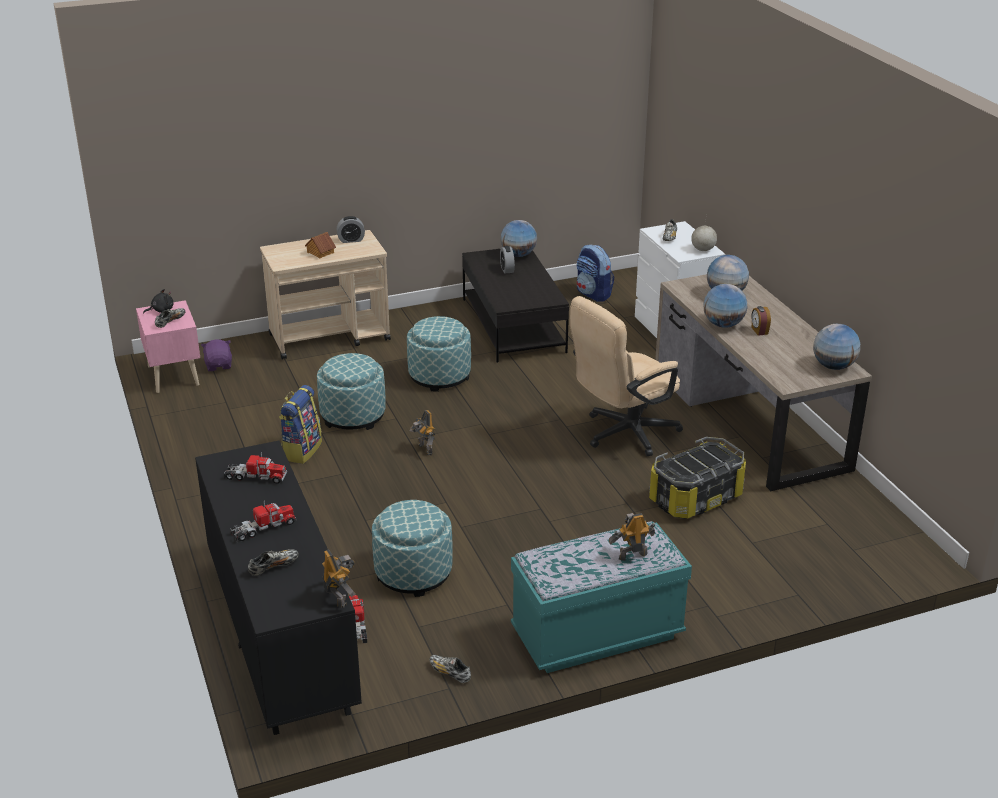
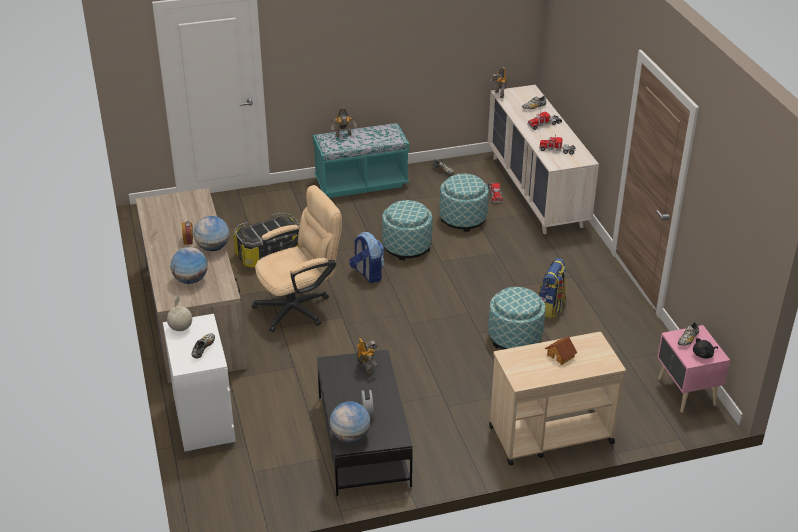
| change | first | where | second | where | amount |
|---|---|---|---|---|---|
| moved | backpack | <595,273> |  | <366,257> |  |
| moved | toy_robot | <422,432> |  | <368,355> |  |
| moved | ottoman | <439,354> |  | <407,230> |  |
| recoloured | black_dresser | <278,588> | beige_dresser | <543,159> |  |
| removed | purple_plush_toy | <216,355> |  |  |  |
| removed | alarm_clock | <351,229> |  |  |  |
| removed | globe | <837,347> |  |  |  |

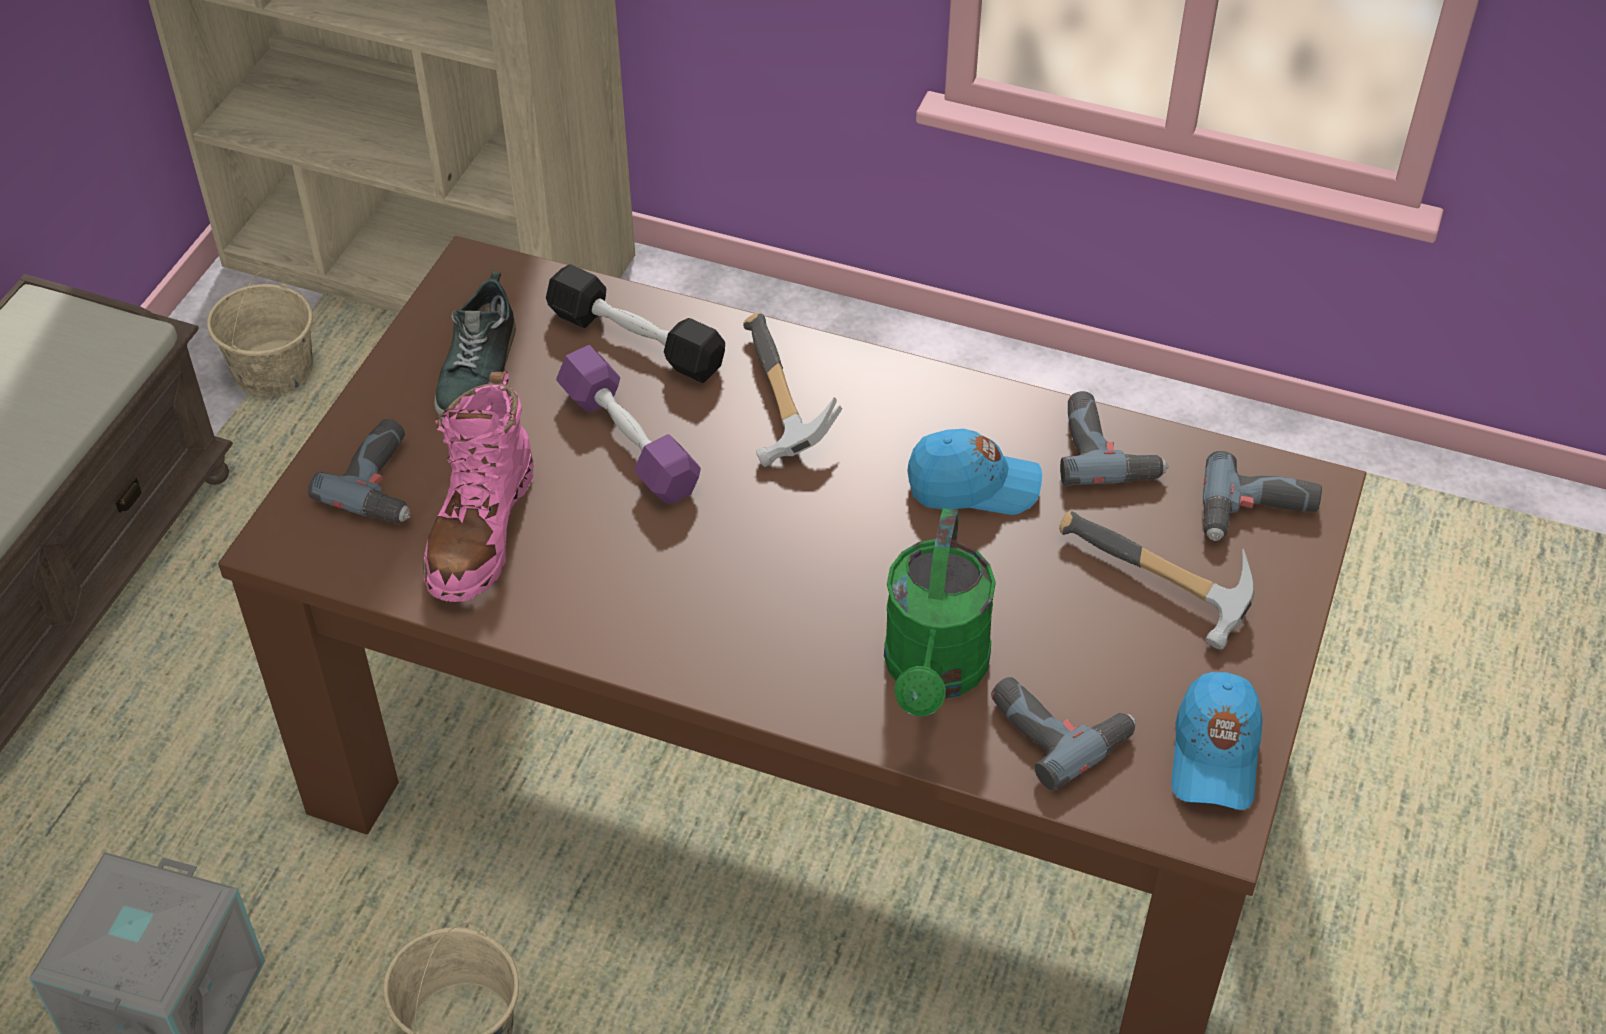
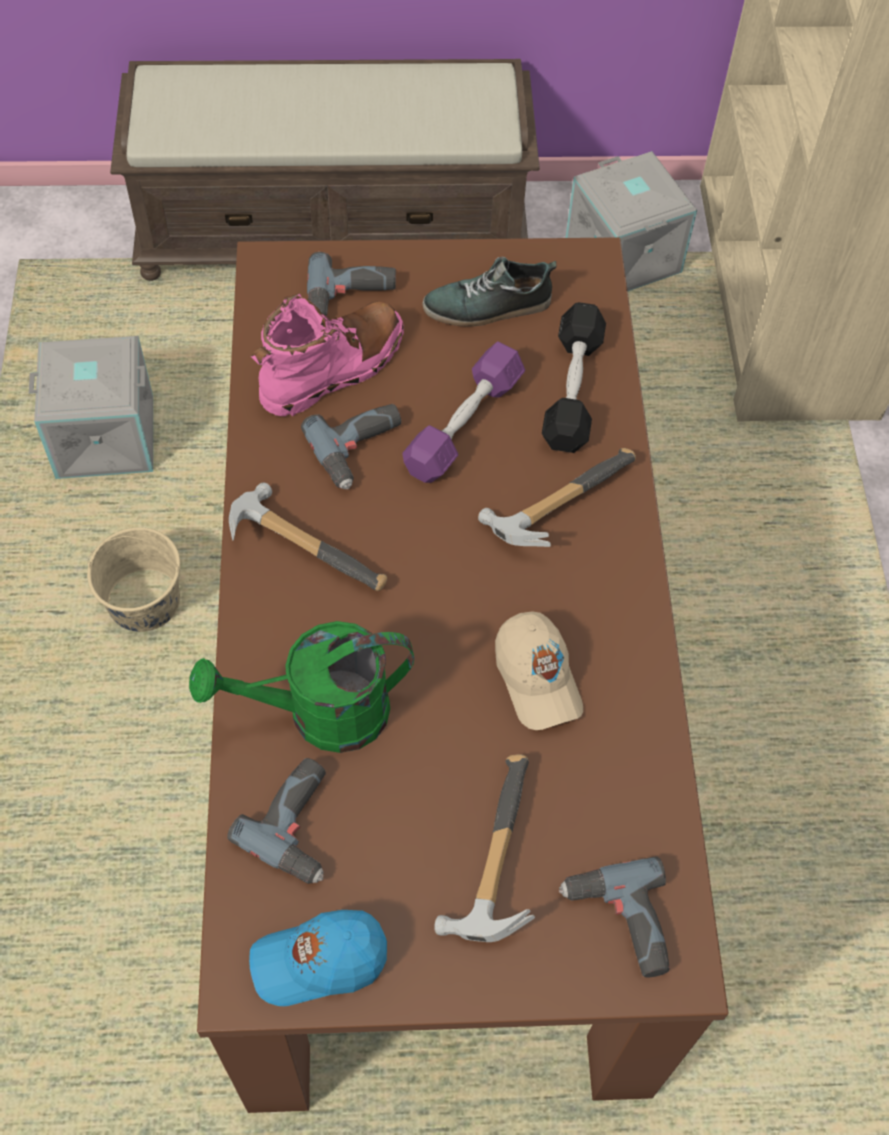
| change | first | where | second | where | amount |
|---|---|---|---|---|---|
| added |  |  | hammer | <308,536> |  |
| turned | pink_boot | <479,486> |  | <327,355> | 150 degrees clockwise |
| moved | power_drill | <1114,438> |  | <351,446> |  |
| recoloured | blue_cap | <974,472> | beige_cap | <539,670> |  |
| replaced | beige_bucket | <260,333> | grey_storage_box | <631,221> |  |

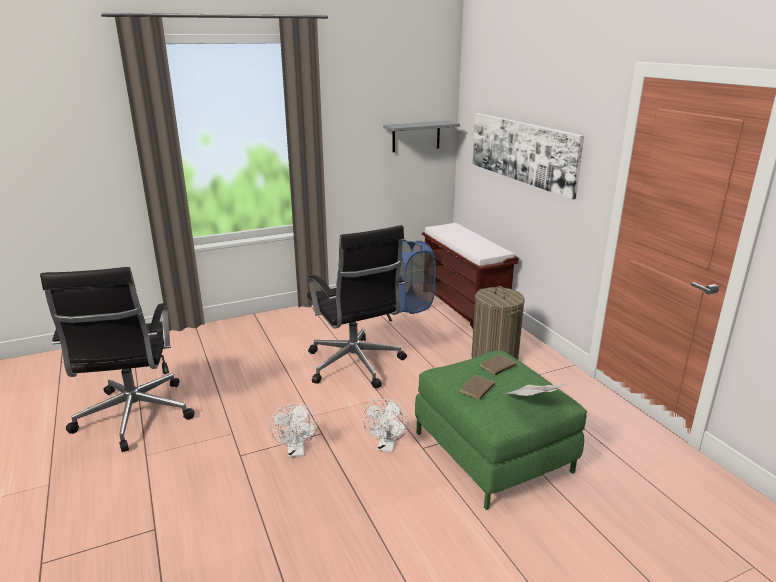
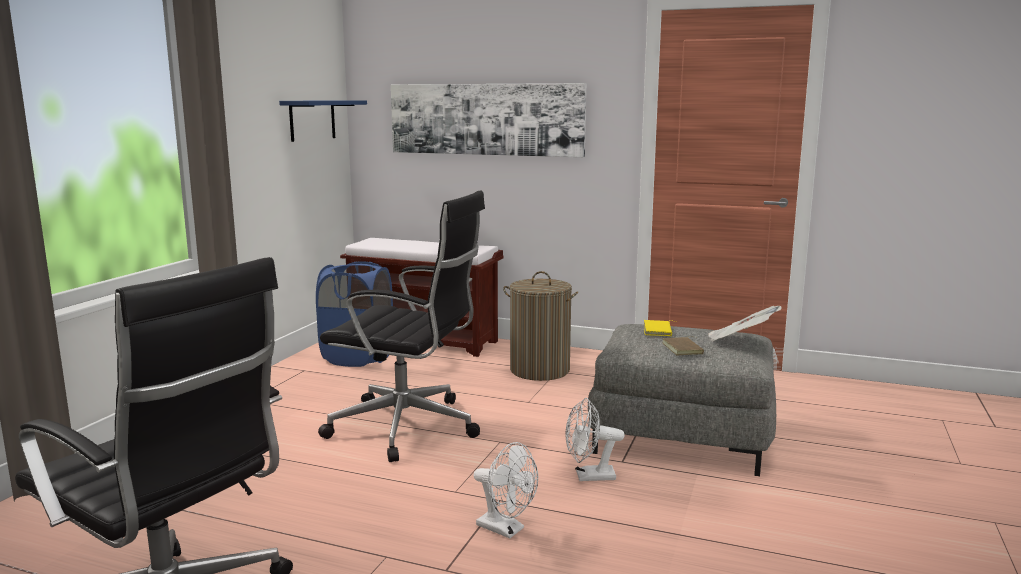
| change | first | where | second | where | amount |
|---|---|---|---|---|---|
| recoloured | grey_shelf | <421,136> | blue_shelf | <323,121> |  |
| turned | white_fan | <386,425> |  | <595,439> | 120 degrees clockwise |
| recoloured | green_ottoman | <501,430> | grey_ottoman | <682,400> |  |
| recoloured | brown_book | <500,364> | yellow_book | <661,328> |  |

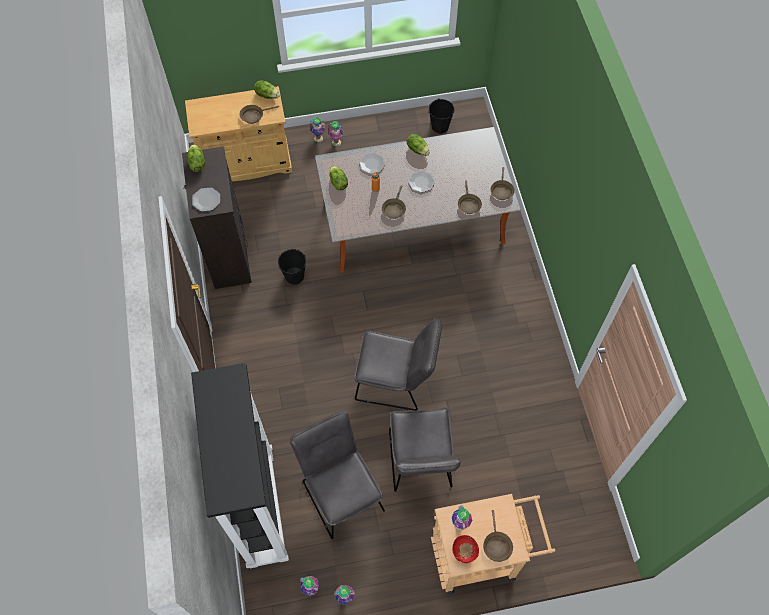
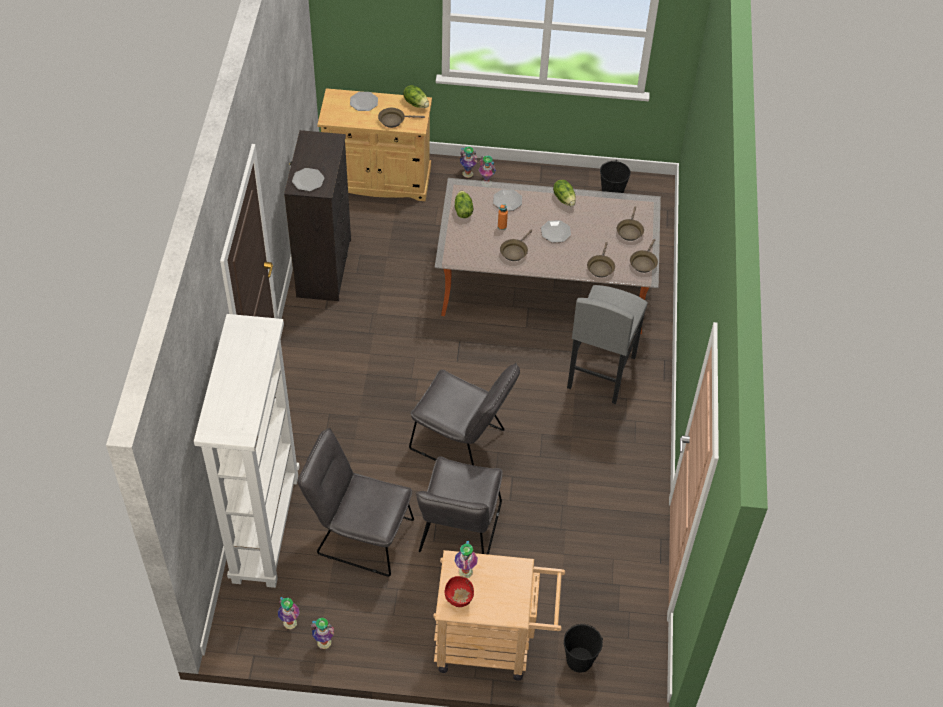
| change | first | where | second | where | amount |
|---|---|---|---|---|---|
| recoloured | black_bookcase | <240,465> | white_bookcase | <247,451> |  |
| turned | grey_chair | <337,475> |  | <356,502> | 60 degrees counterclockwise |
| added |  |  | plate | <364,101> |  |
| moved | black_bucket | <292,266> |  | <583,648> |  |
| added |  |  | grey_stool | <607,344> |  |
| moved | brown_frying_pan | <498,536> |  | <630,224> |  |
| removed | lettuce | <196,158> |  |  |  |

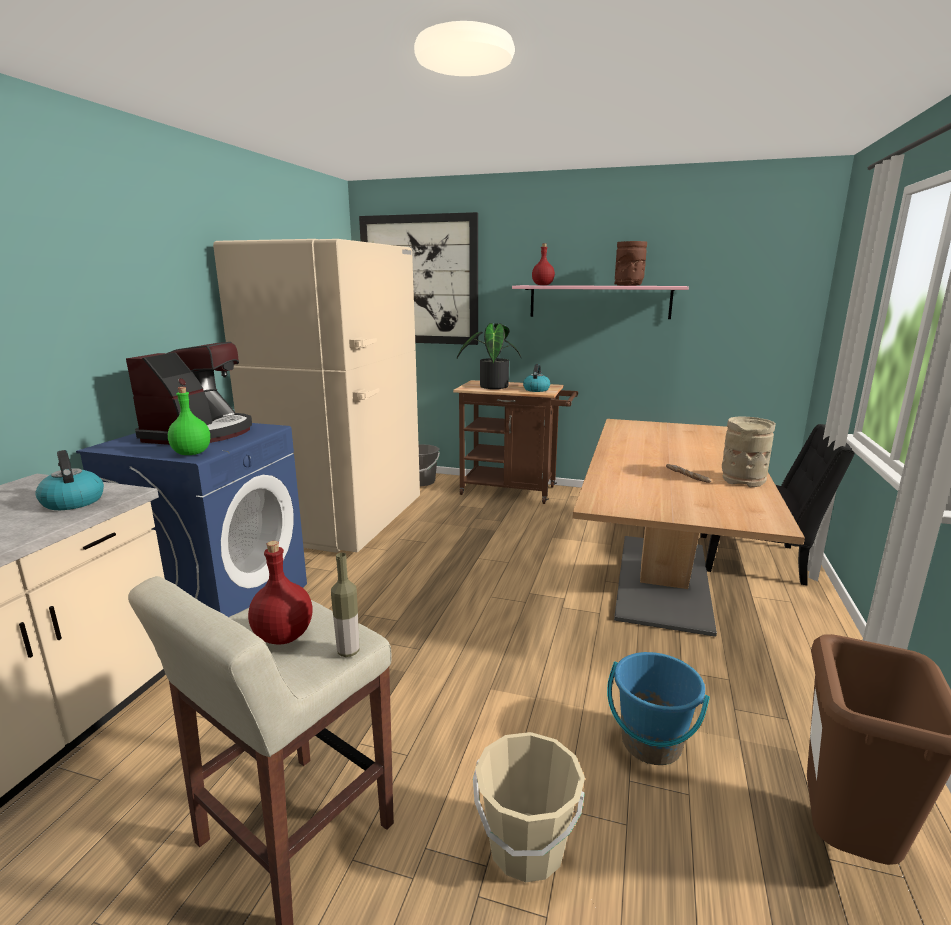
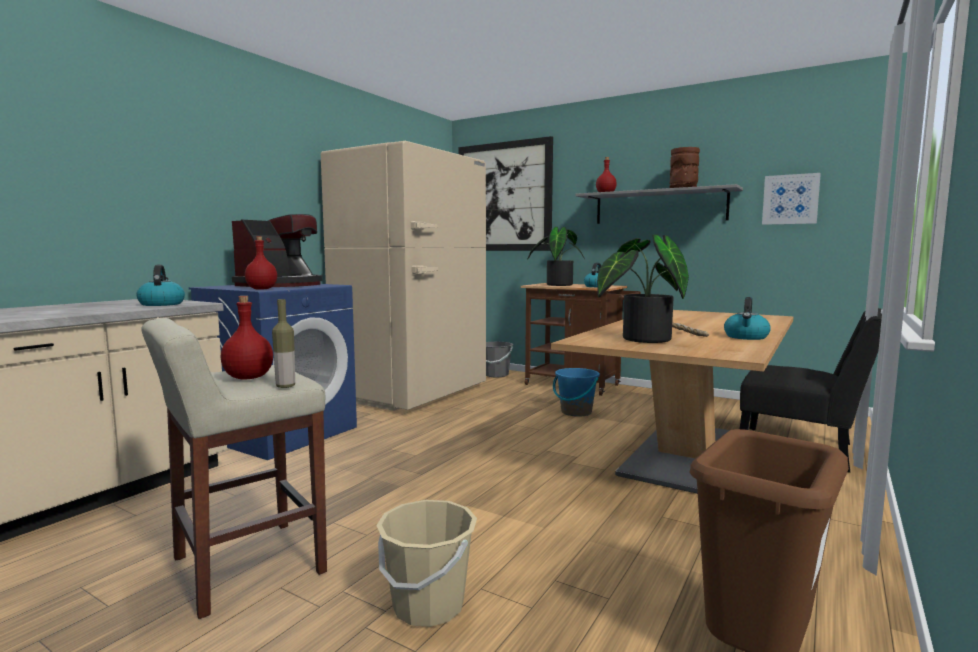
| change | first | where | second | where | amount |
|---|---|---|---|---|---|
| recoloured | green_bottle | <189,421> | red_bottle | <261,263> |  |
| moved | blue_bucket | <658,708> |  | <576,392> |  |
| recoloured | pink_shelf | <600,302> | grey_shelf | <659,204> |  |
| added |  |  | potted_plant | <643,289> |  |
| replaced | beige_vase | <749,452> | kettle | <747,318> |  |
| added |  |  | picture | <791,199> |  |

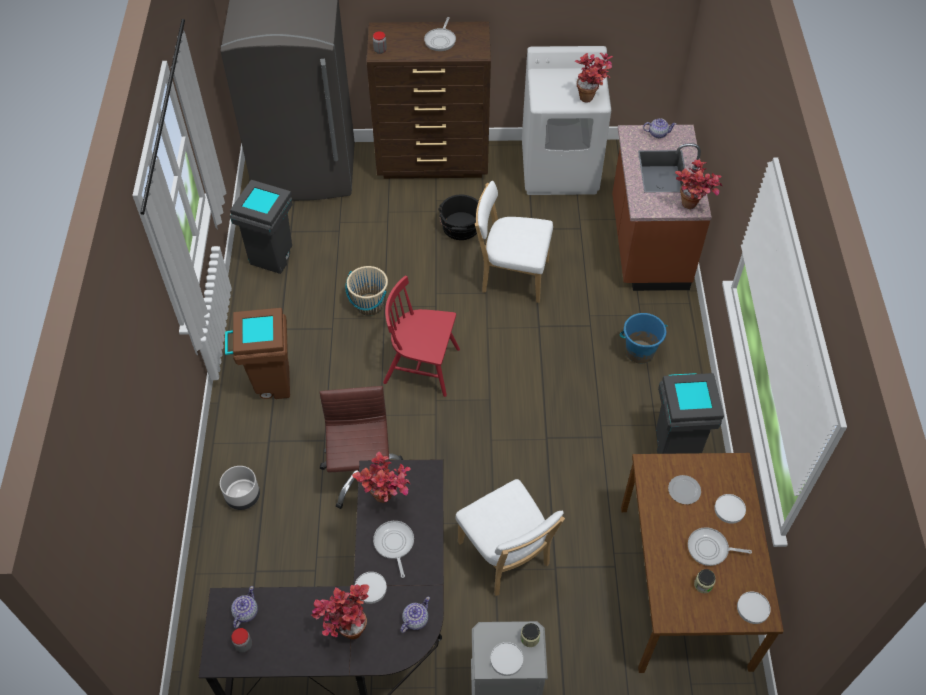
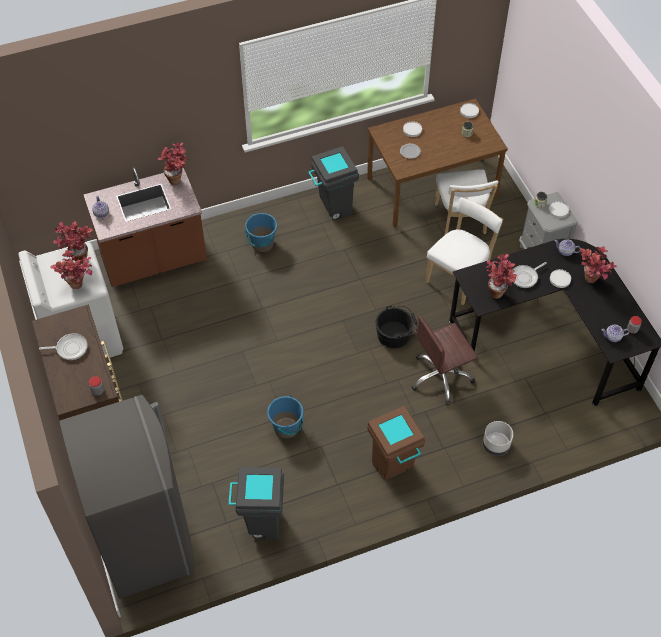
| change | first | where | second | where | amount |
|---|---|---|---|---|---|
| added |  |  | potted_plant | <71,269> |  |
| recoloured | beige_bucket | <367,291> | blue_bucket | <285,417> |  |
| moved | black_bucket | <458,217> |  | <396,327> |  |
| moved | white_chair | <514,242> |  | <467,202> |  |
| removed | red_chair | <421,336> |  |  |  |
| removed | frying_pan | <720,546> |  |  |  |

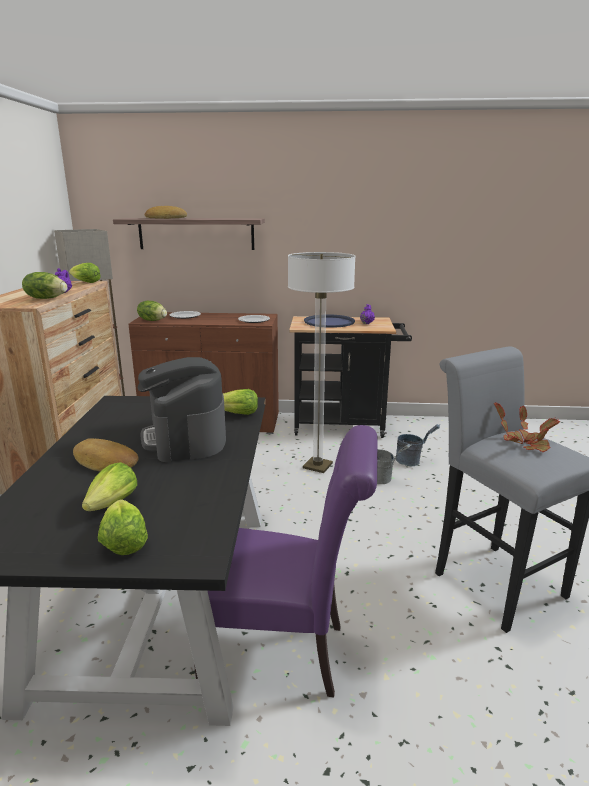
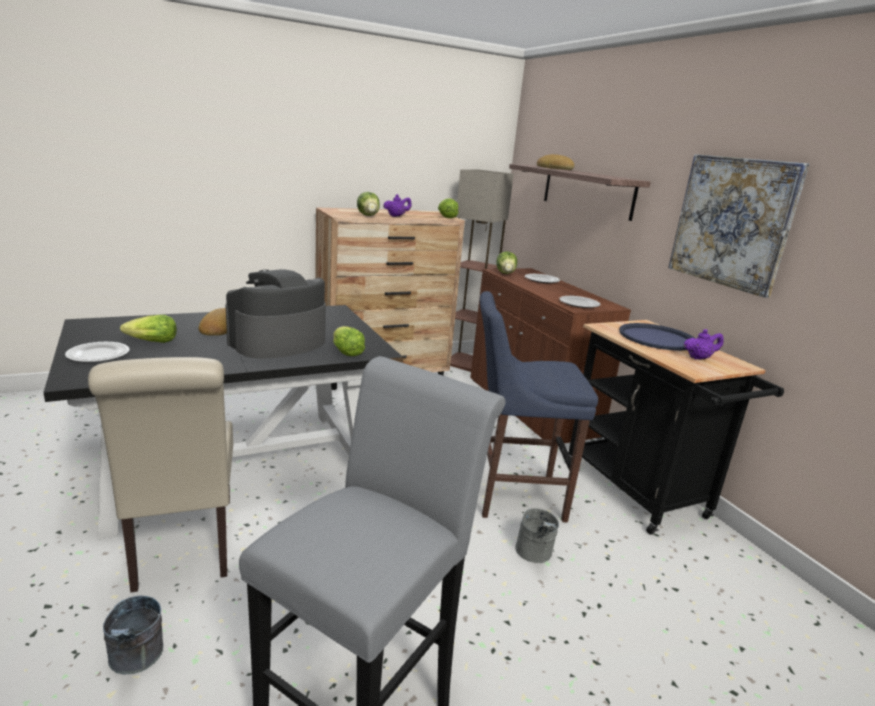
| change | first | where | second | where | amount |
|---|---|---|---|---|---|
| replaced | lettuce | <123,527> | plate | <97,352> |  |
| recoloured | purple_chair | <286,561> | beige_chair | <160,475> |  |
| moved | grey_bucket | <418,445> |  | <133,635> |  |
| replaced | floor_lamp | <322,362> | blue_stool | <539,407> |  |
| added |  |  | picture | <738,226> |  |
| removed | potted_plant | <527,427> |  |  |  |

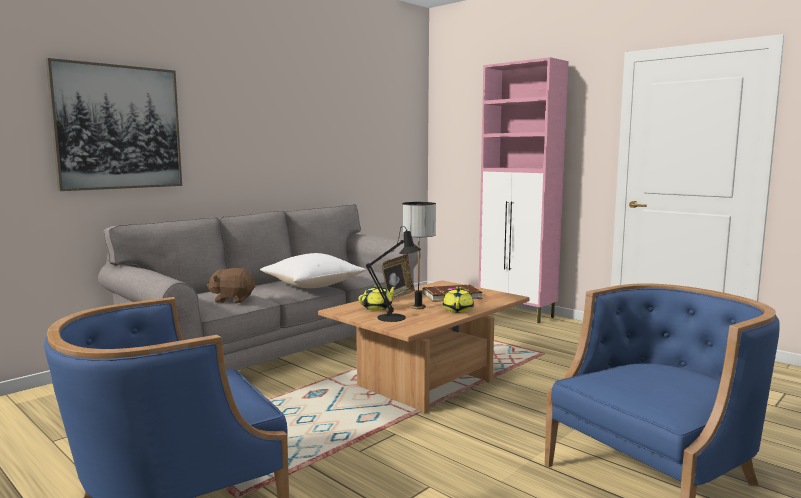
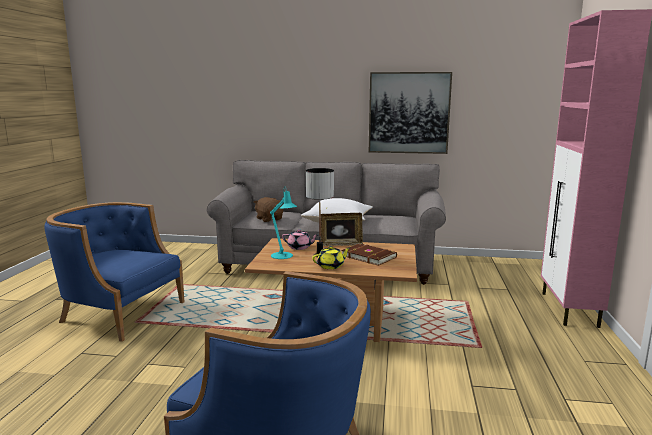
| change | first | where | second | where | amount |
|---|---|---|---|---|---|
| recoloured | black_table_lamp | <393,274> | turquoise_table_lamp | <283,223> |  |
| recoloured | yellow_teapot | <377,298> | pink_teapot | <300,239> |  |
| moved | picture | <114,124> |  | <410,113> |  |

